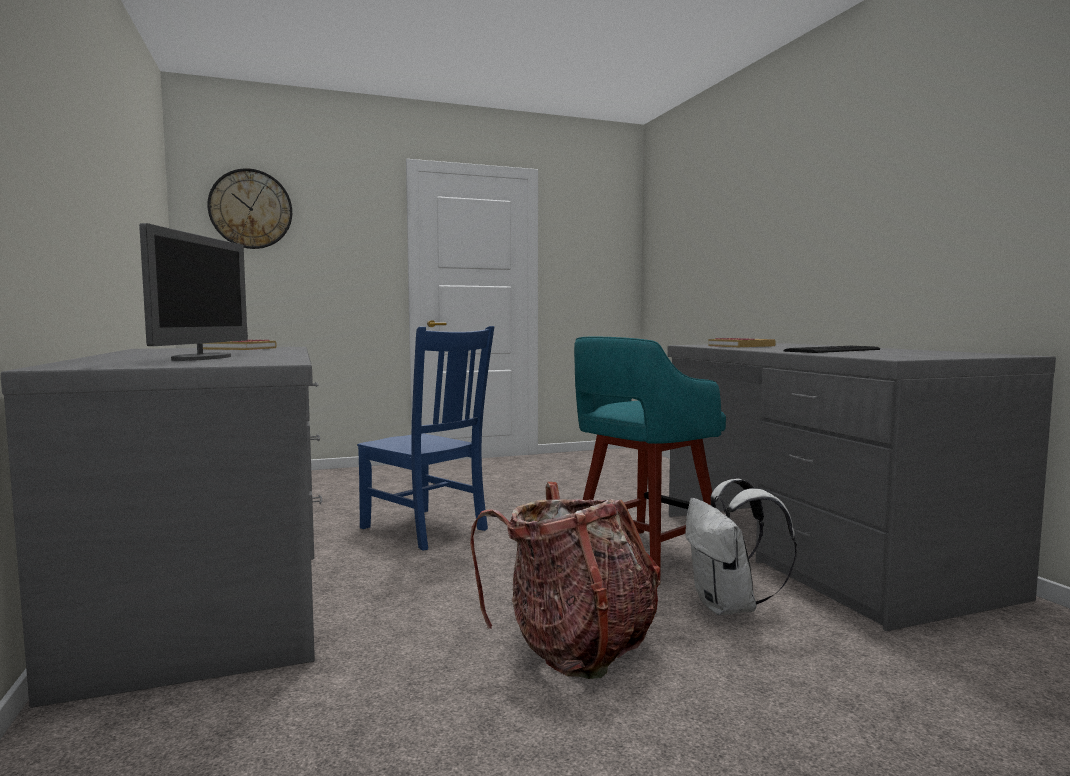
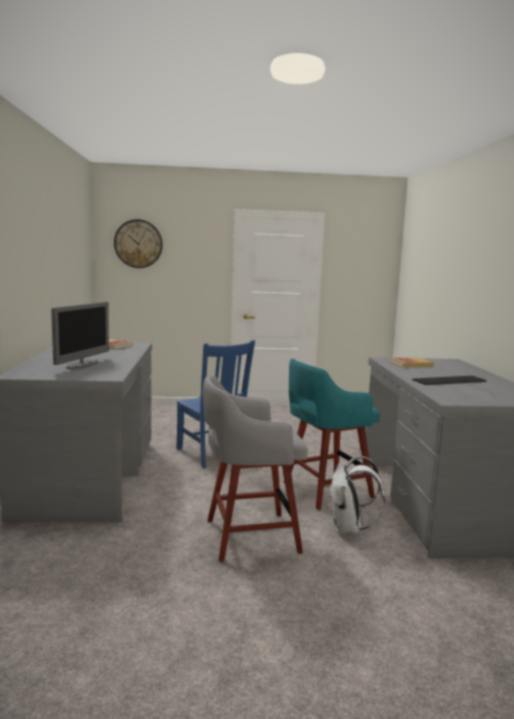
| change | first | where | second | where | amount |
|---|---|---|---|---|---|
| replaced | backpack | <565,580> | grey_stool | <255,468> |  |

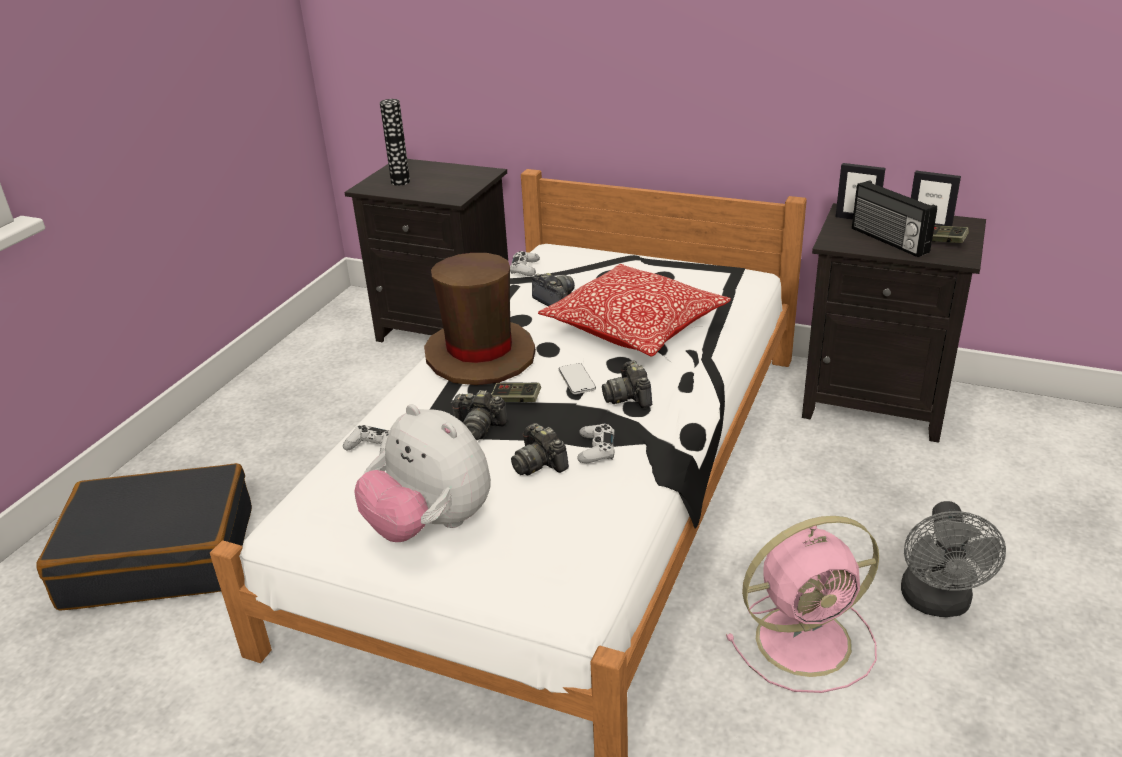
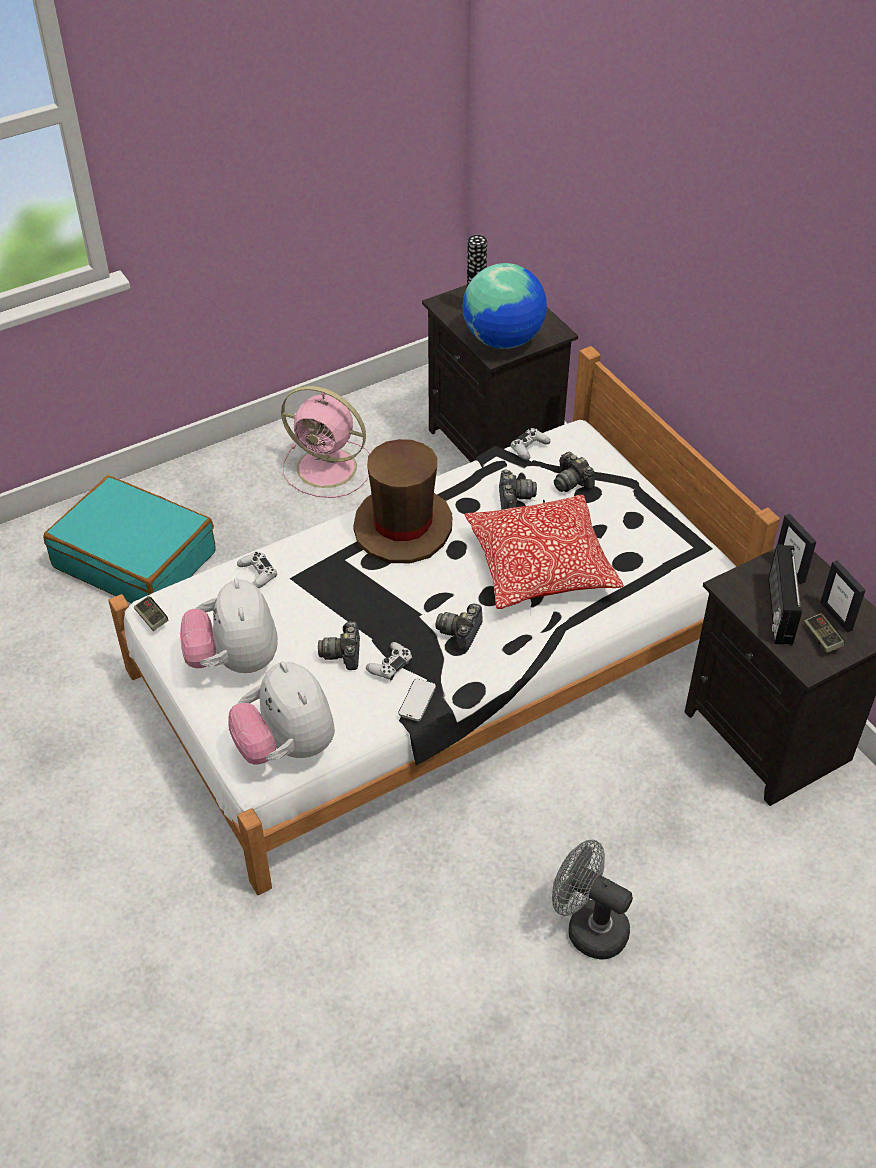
| change | first | where | second | where | amount |
|---|---|---|---|---|---|
| recoloured | black_suitcase | <144,537> | turquoise_suitcase | <129,540> |  |
| moved | game_controller | <516,392> |  | <151,613> |  |
| added |  |  | plush_toy | <281,713> |  |
| moved | pink_fan | <802,604> |  | <325,442> |  |
| moved | phone | <577,378> |  | <417,700> |  |
| added |  |  | globe | <505,306> |  |
| turned | grey_fan | <953,559> |  | <592,900> | 75 degrees clockwise |
| moved | photo_camera | <479,415> |  | <574,472> |  |

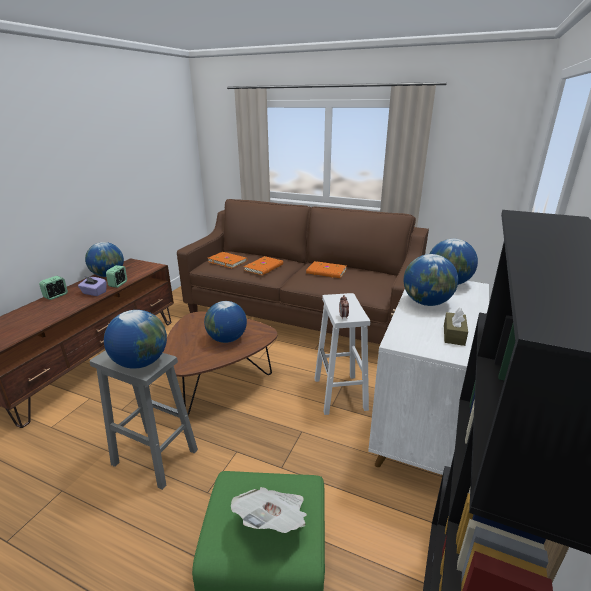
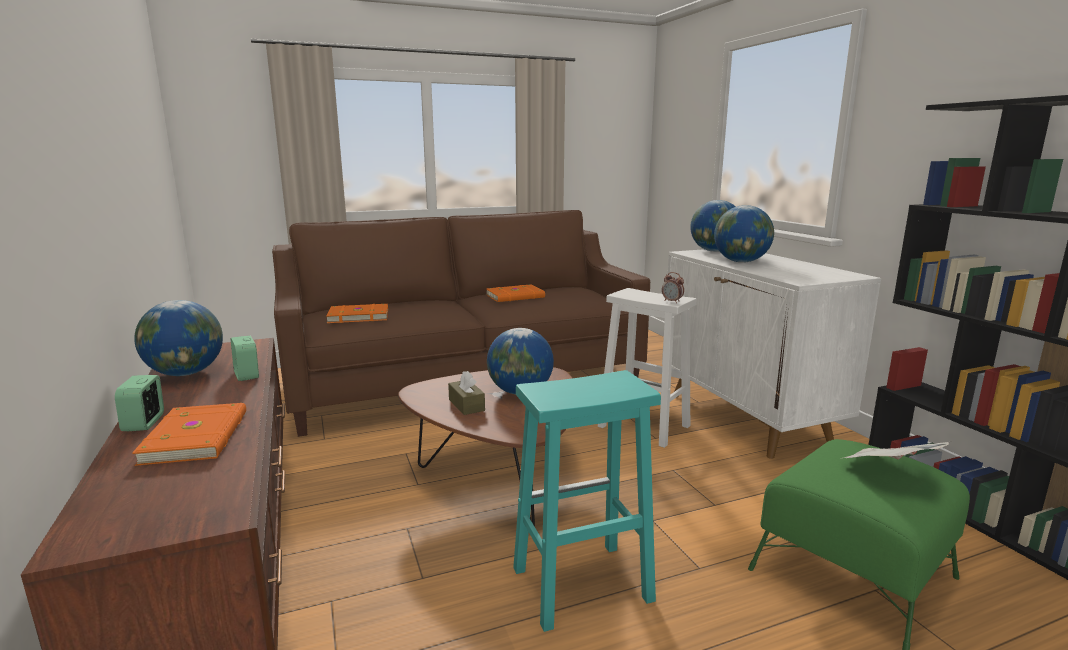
| change | first | where | second | where | amount |
|---|---|---|---|---|---|
| moved | orange_book | <263,265> |  | <189,434> |  |
| moved | brown_tissue_box | <456,326> |  | <466,393> |  |
| recoloured | grey_stool | <144,420> | turquoise_stool | <587,501> |  |
| removed | purple_tissue_box | <92,286> |  |  |  |
| removed | globe | <135,339> |  |  |  |

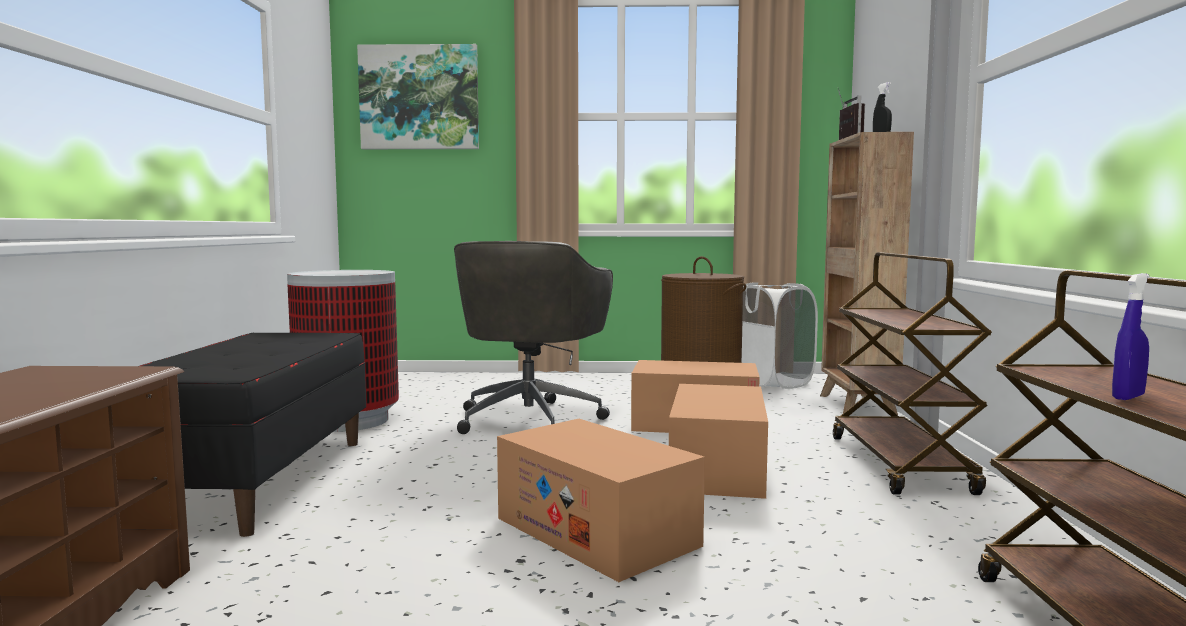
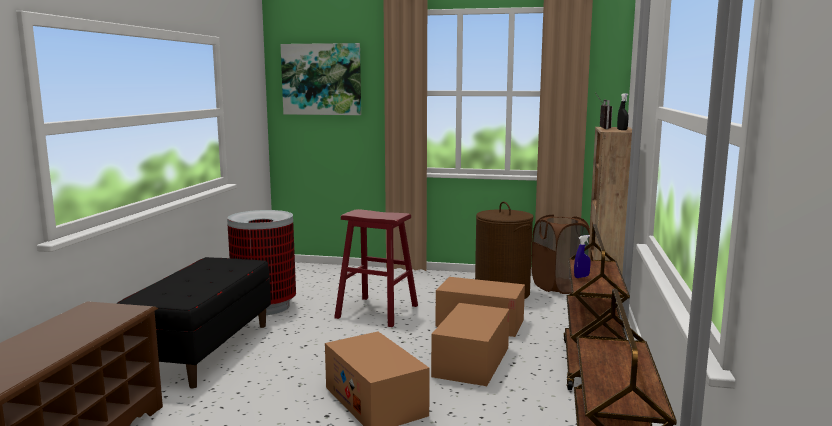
| change | first | where | second | where | amount |
|---|---|---|---|---|---|
| replaced | grey_office_chair | <533,337> | red_stool | <376,268> |  |
| recoloured | white_laundry_basket | <780,335> | brown_laundry_basket | <560,254> |  |
| moved | blue_spray_bottle | <1130,336> |  | <582,256> |  |

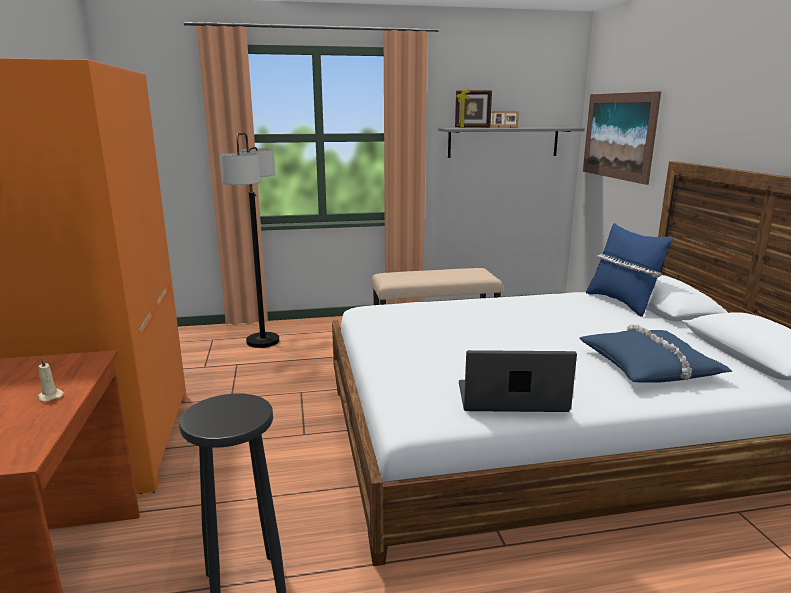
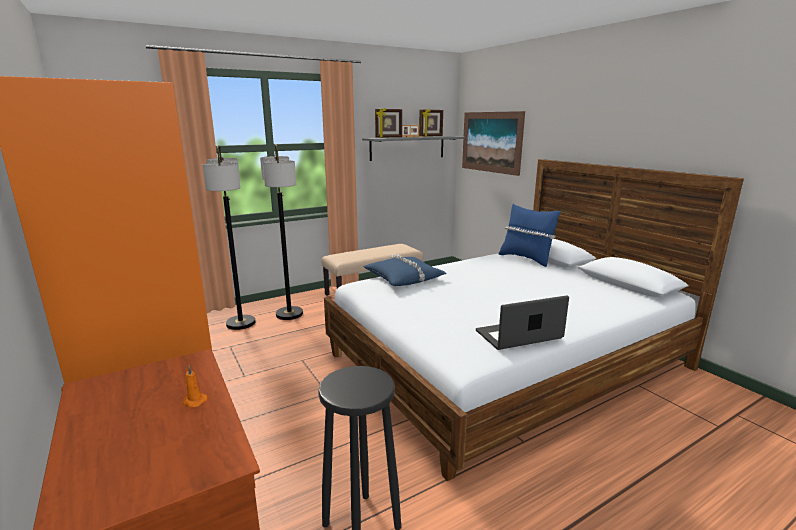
| change | first | where | second | where | amount |
|---|---|---|---|---|---|
| recoloured | beige_candle | <50,379> | orange_candle | <195,387> |  |
| added |  |  | floor_lamp | <281,232> |  |
| moved | blue_pillow | <656,353> |  | <405,270> |  |
| added |  |  | picture_frame | <431,123> |  |

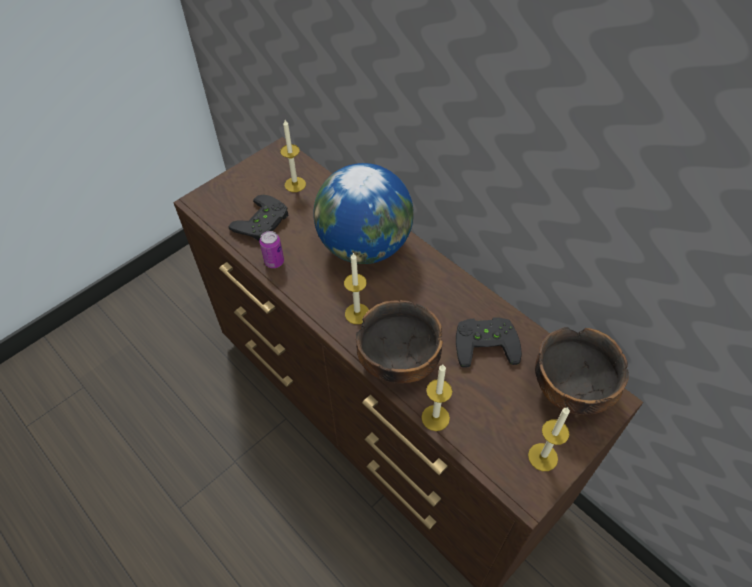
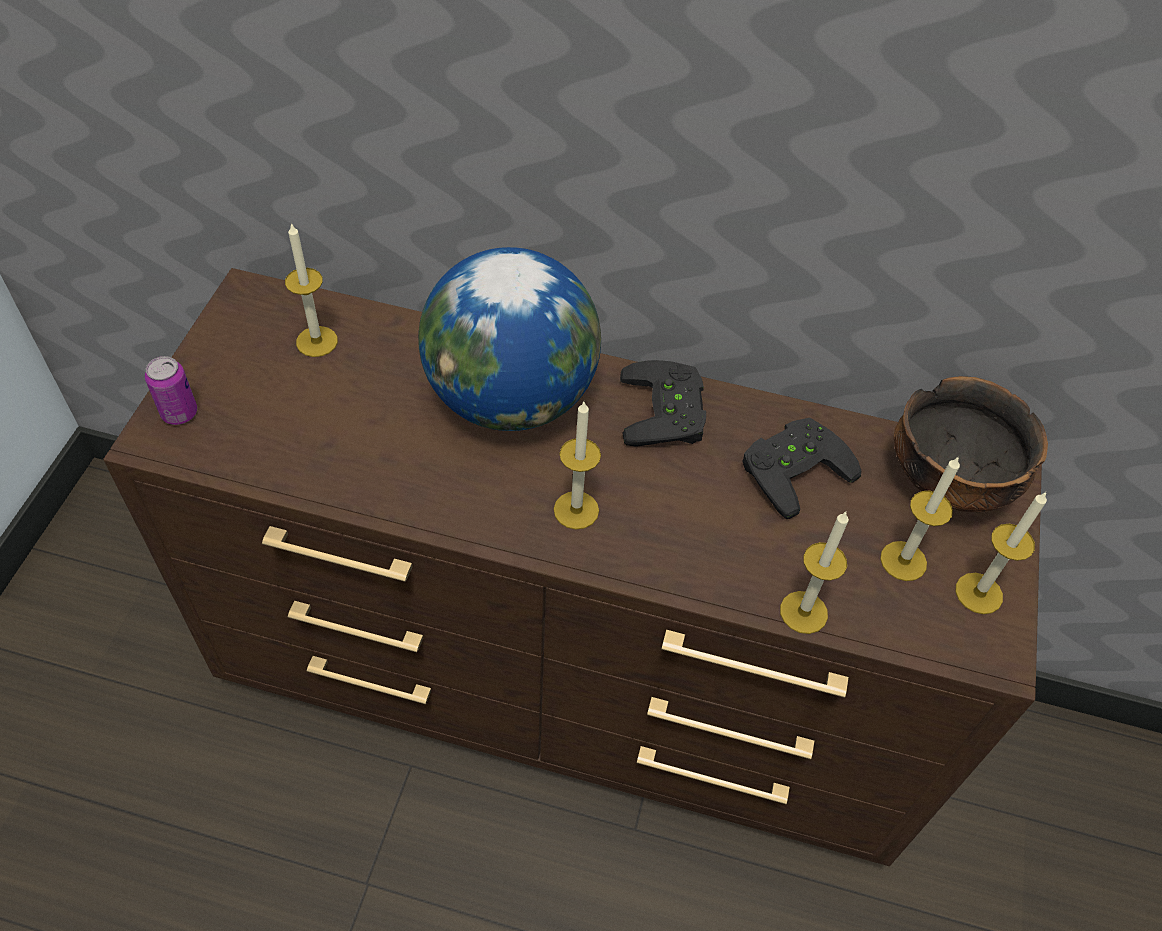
| change | first | where | second | where | amount |
|---|---|---|---|---|---|
| moved | can | <271,249> |  | <171,390> |  |
| moved | black_game_controller | <258,218> |  | <663,403> |  |
| added |  |  | candle | <920,518> |  |
| removed | bowl | <399,341> |  |  |  |

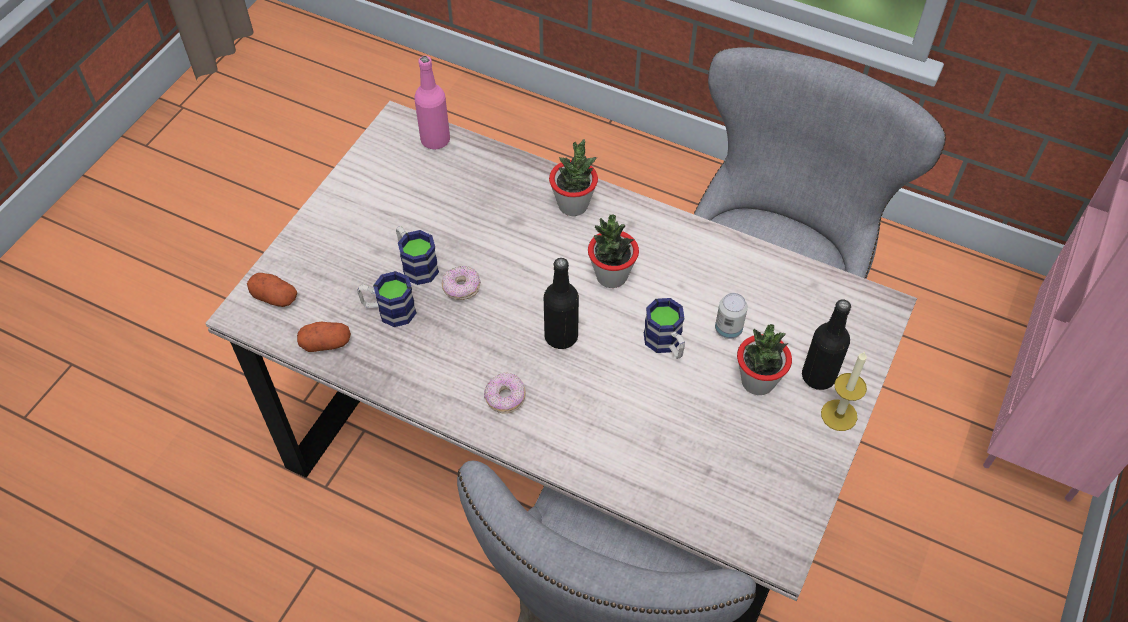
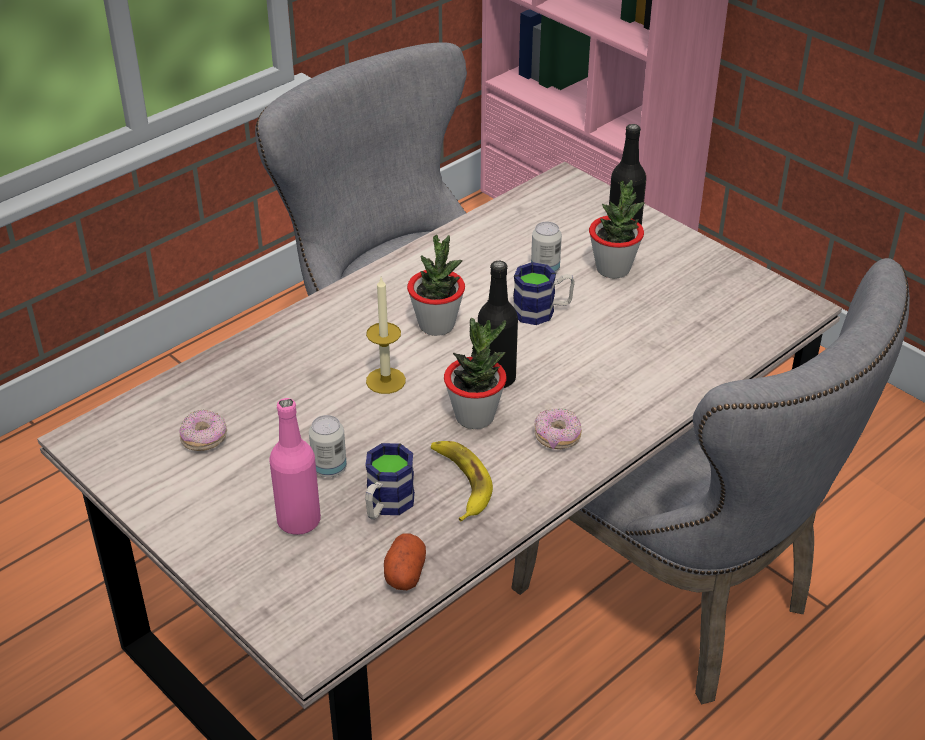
| change | first | where | second | where | amount |
|---|---|---|---|---|---|
| moved | donut | <461,283> |  | <203,430> |  |
| moved | pink_bottle | <432,102> |  | <295,466> |  |
| replaced | mug | <417,255> | can | <328,446> |  |
| moved | candle | <844,391> |  | <386,336> |  |
| added |  |  | banana | <462,481> |  |
| moved | potted_plant | <573,177> |  | <475,373> |  |
| removed | potato | <272,290> |  |  |  |

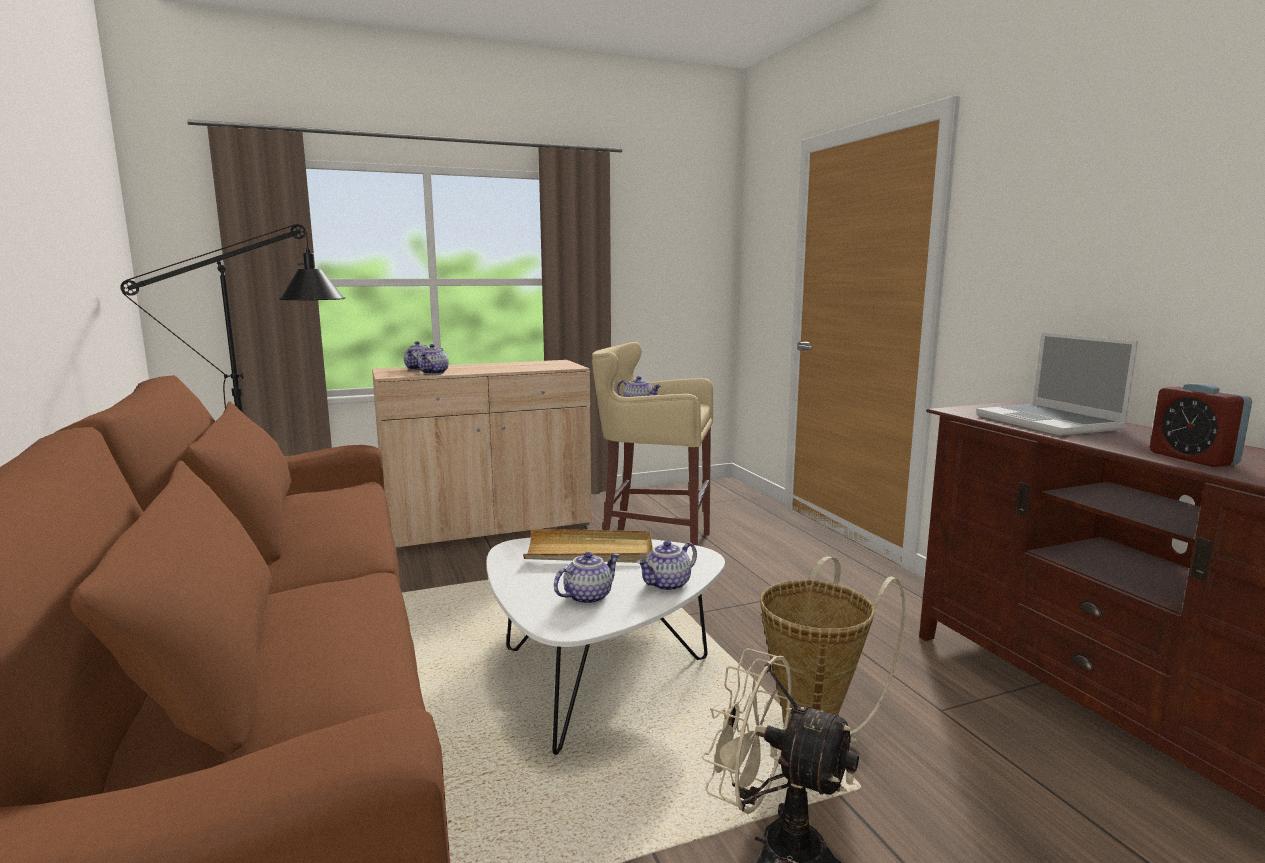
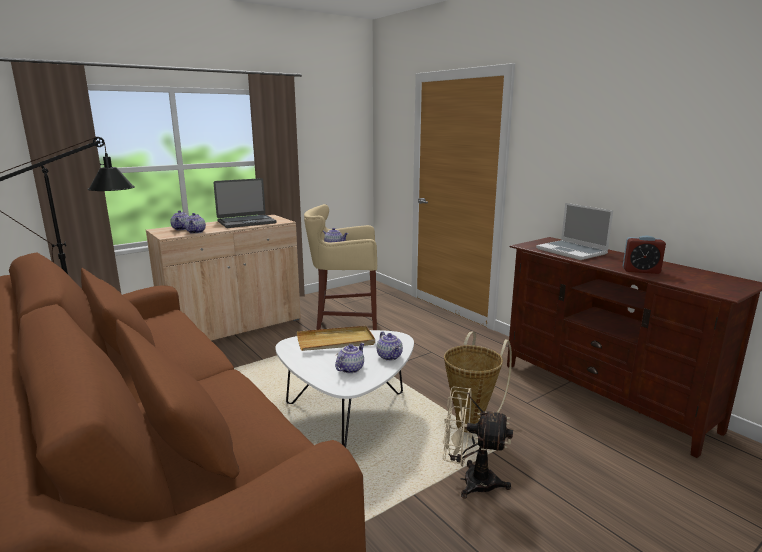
| change | first | where | second | where | amount |
|---|---|---|---|---|---|
| added |  |  | laptop | <244,203> |  |
| turned | teapot | <667,566> |  | <390,346> | 60 degrees counterclockwise |
| turned | alarm_clock | <1201,425> |  | <644,254> | 45 degrees counterclockwise |

